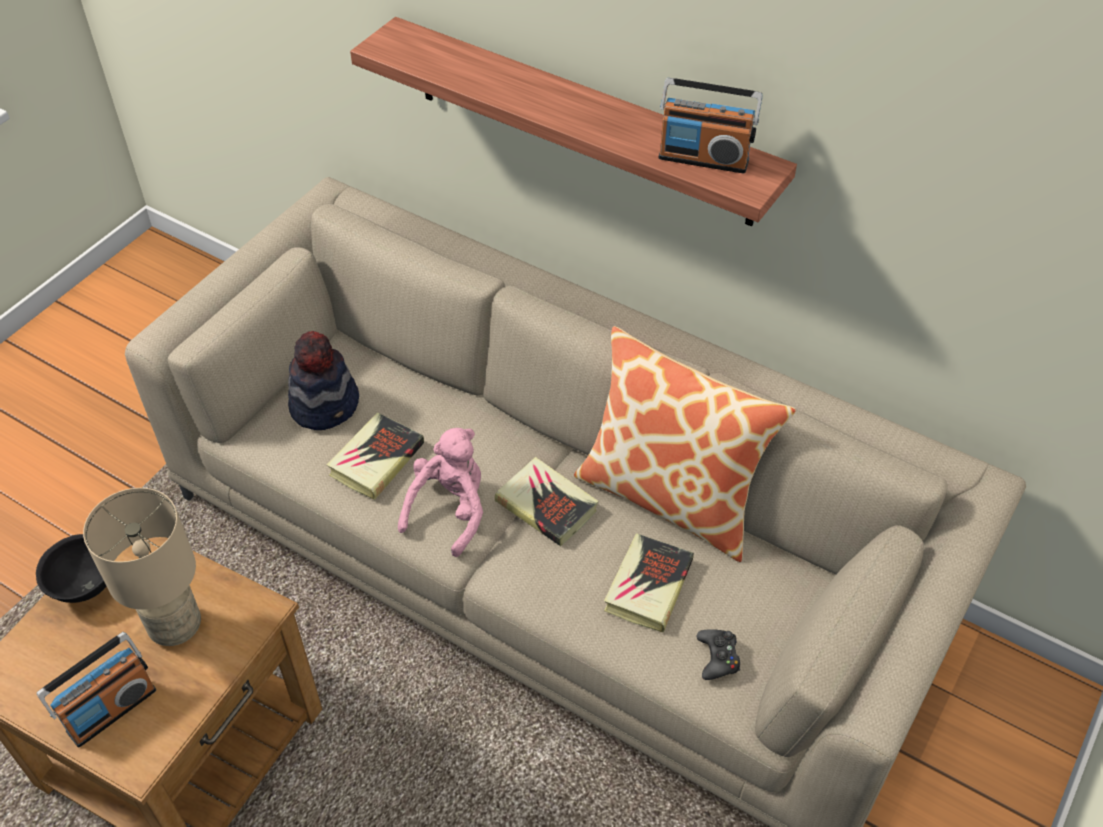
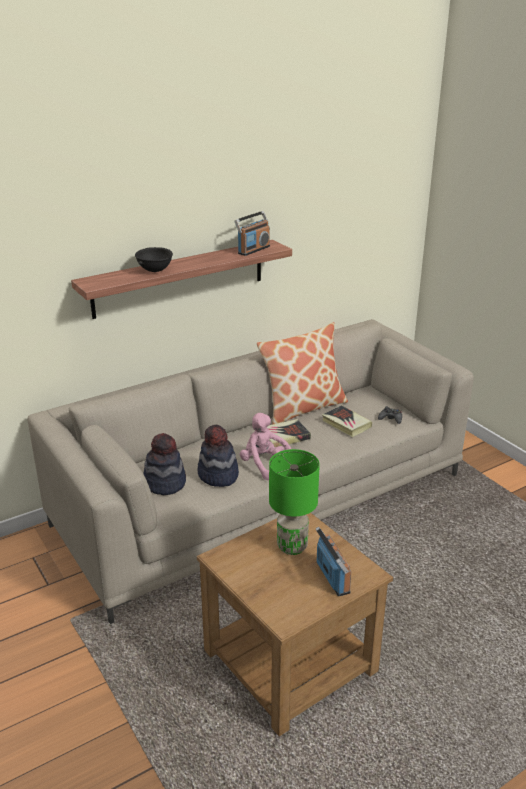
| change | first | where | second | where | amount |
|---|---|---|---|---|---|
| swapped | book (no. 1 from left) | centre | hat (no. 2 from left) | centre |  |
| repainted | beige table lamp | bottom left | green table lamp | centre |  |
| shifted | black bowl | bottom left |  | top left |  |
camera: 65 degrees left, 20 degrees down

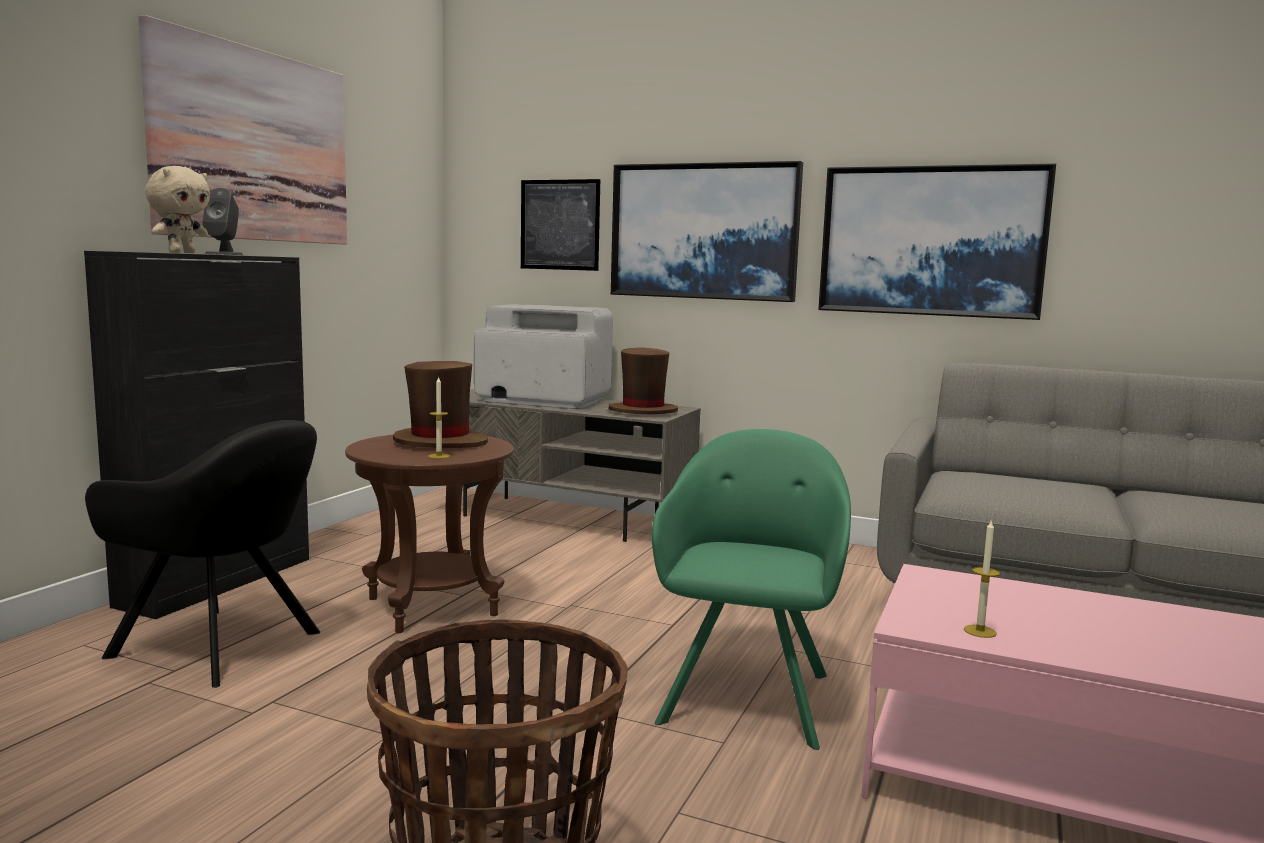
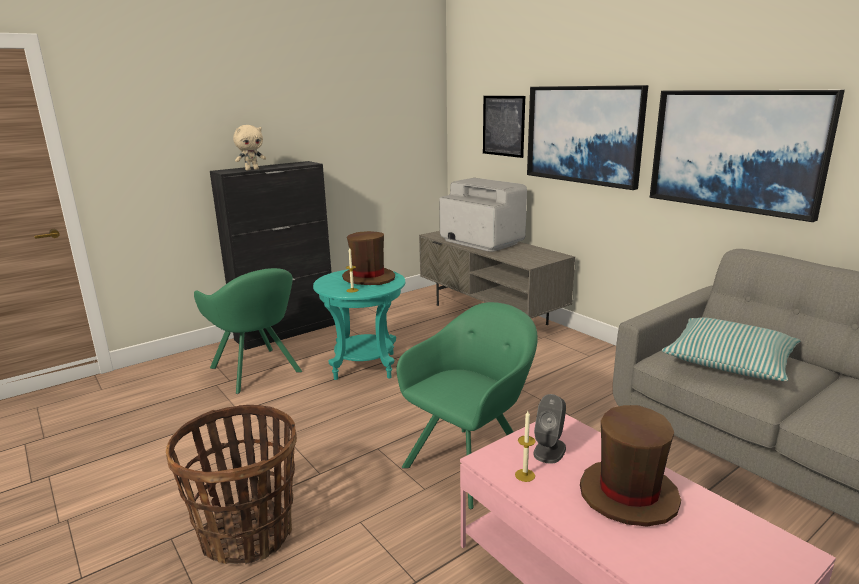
| change | first | where | second | where | amount |
|---|---|---|---|---|---|
| gone | picture (no. 1 from left) | top left |  |  |  |
| shifted | grey speaker | top left |  | bottom centre |  |
| shifted | brown hat (no. 2 from left) | centre |  | bottom right |  |
| repainted | black armchair | middle left | green armchair (no. 1 from left) | middle left |  |
| repainted | brown side table | centre | turquoise side table | centre |  |
| new |  |  | pillow | middle right |  |
camera: 30 degrees right, 10 degrees up

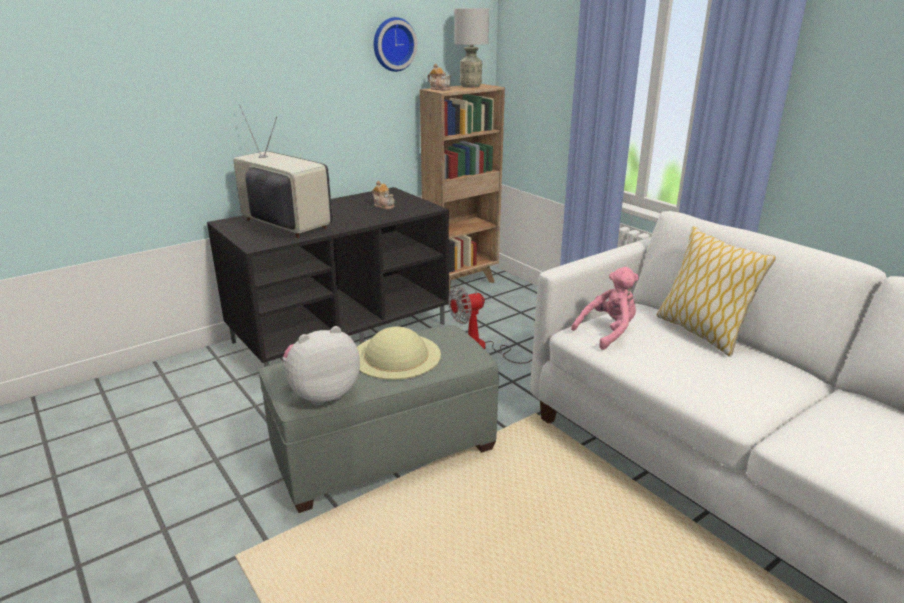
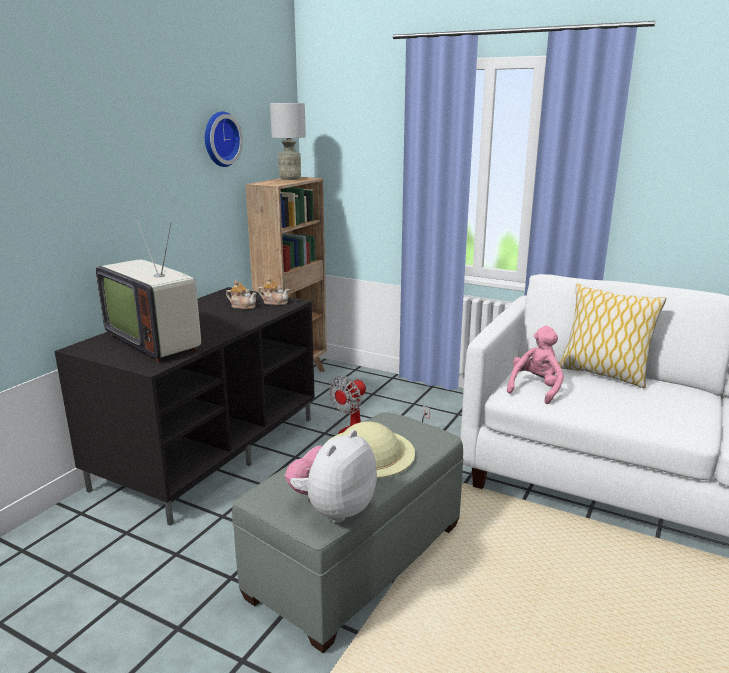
| change | first | where | second | where | amount |
|---|---|---|---|---|---|
| shifted | teapot (no. 2 from left) | top centre |  | centre |  |
| rotated | television | top left |  | middle left | 150 degrees counterclockwise |
camera: 25 degrees left, 5 degrees down

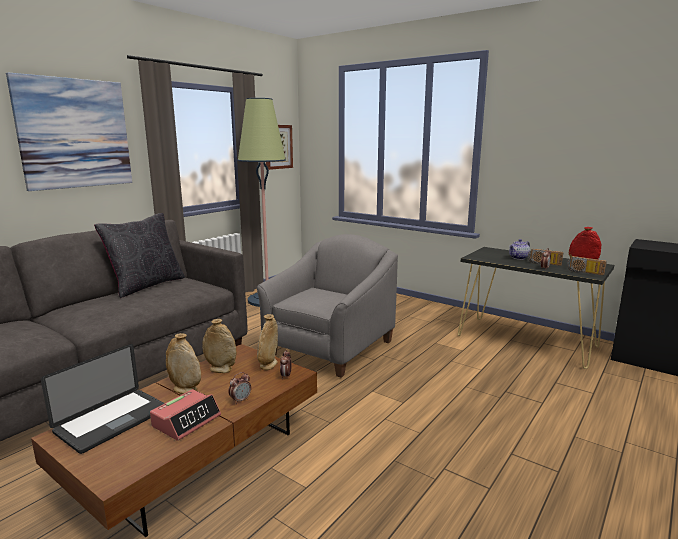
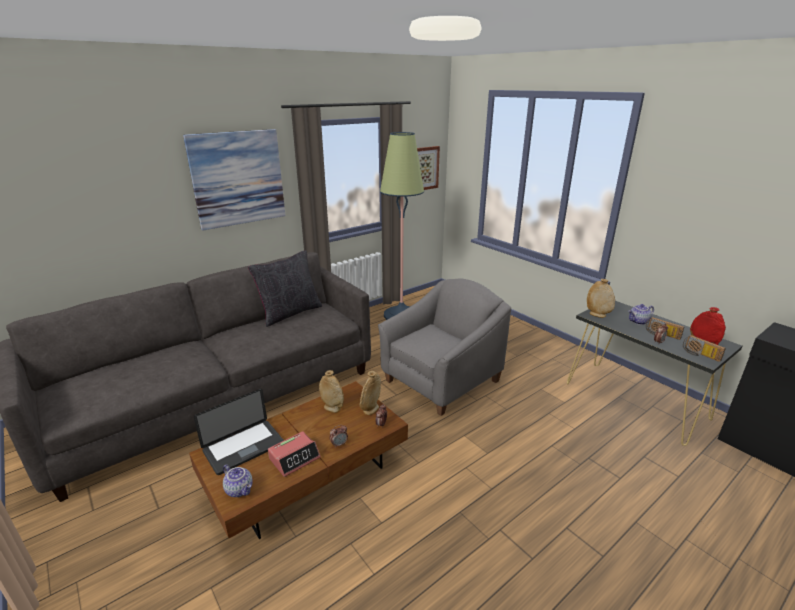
| change | first | where | second | where | amount |
|---|---|---|---|---|---|
| shifted | beige vase (no. 1 from left in the first image) | bottom left | beige vase (no. 3 from left) | middle right |  |
| new |  |  | teapot (no. 1 from left) | bottom left |  |
camera: 15 degrees right, 10 degrees up

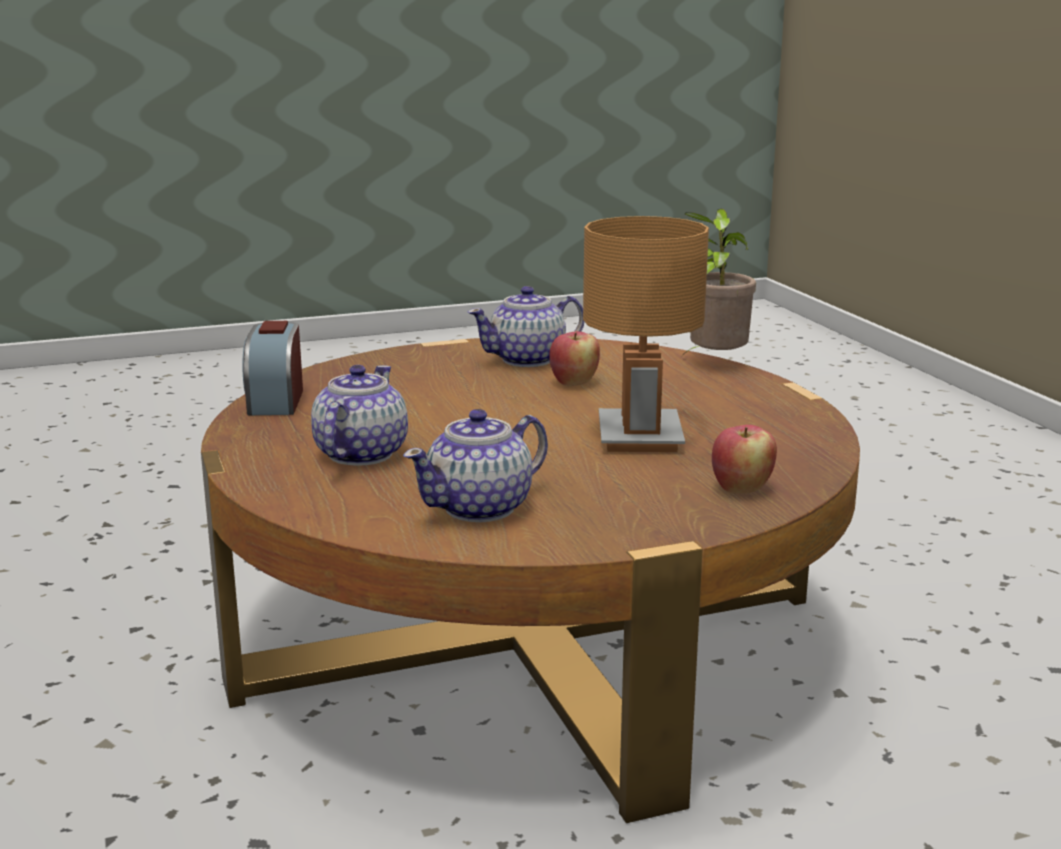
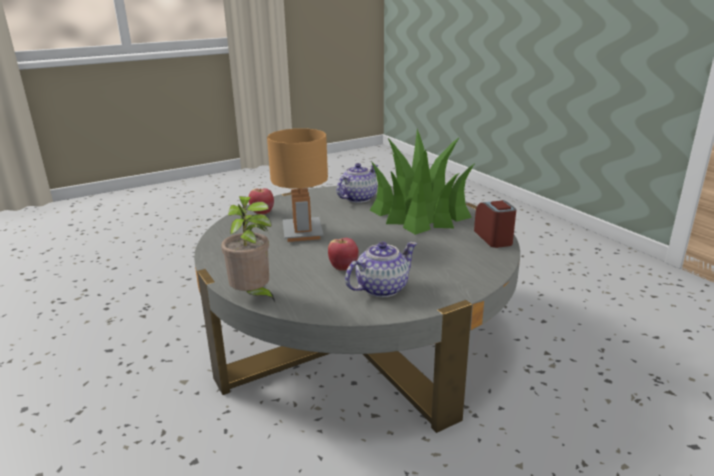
| change | first | where | second | where | amount |
|---|---|---|---|---|---|
| repainted | brown coffee table | bottom centre | grey coffee table | centre |  |
| swapped | teapot (no. 1 from left) | centre | potted plant (no. 2 from left) | centre |  |
camera: 170 degrees right, 5 degrees up

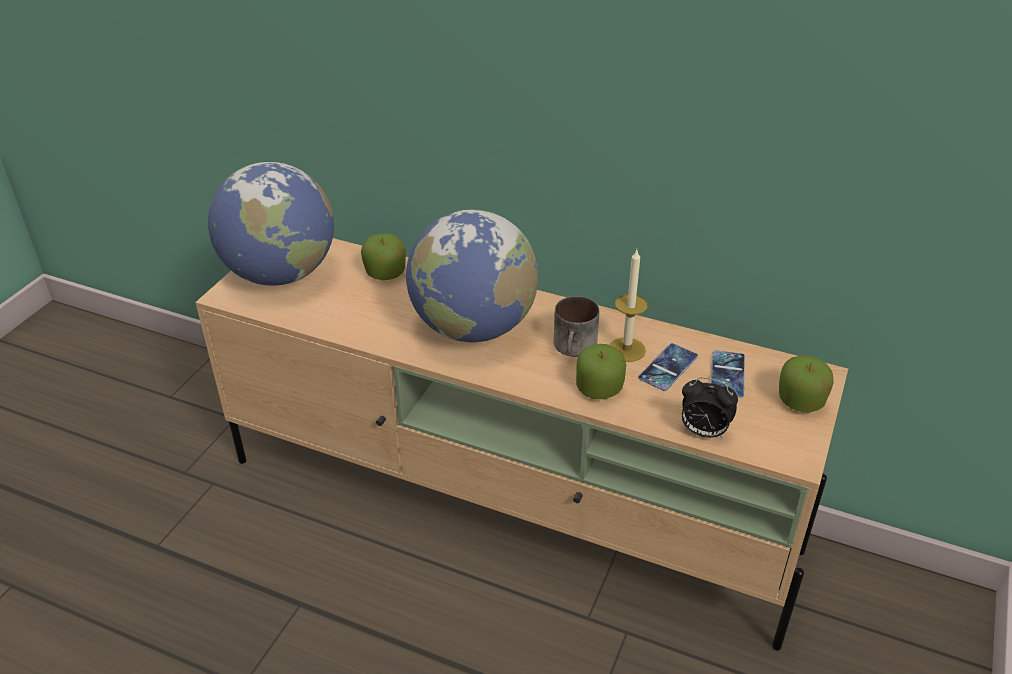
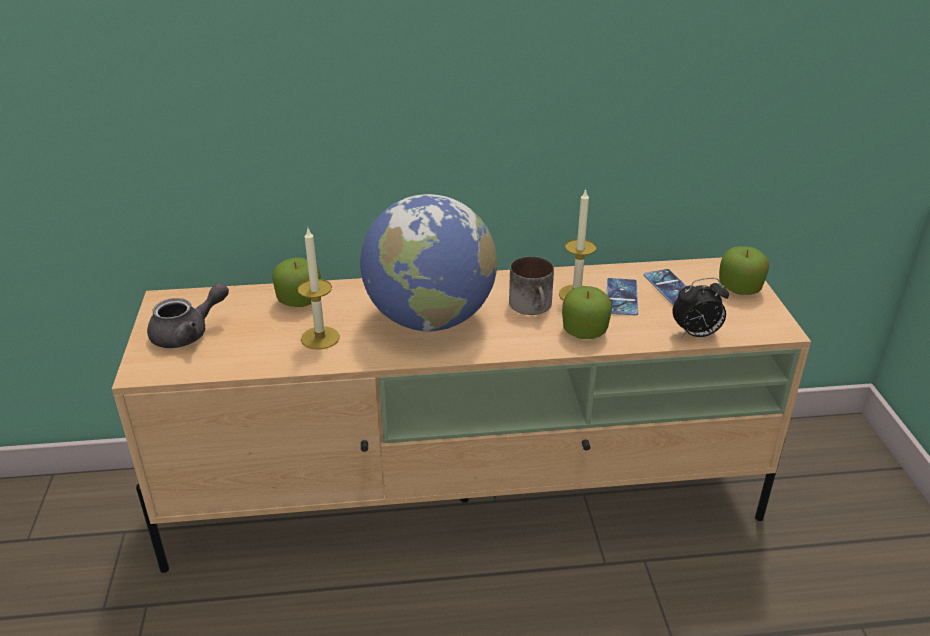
| change | first | where | second | where | amount |
|---|---|---|---|---|---|
| swapped | globe (no. 1 from left) | top left | grey teapot | middle left |  |
| new |  |  | candle (no. 1 from left) | centre |  |
camera: 30 degrees left, 5 degrees down

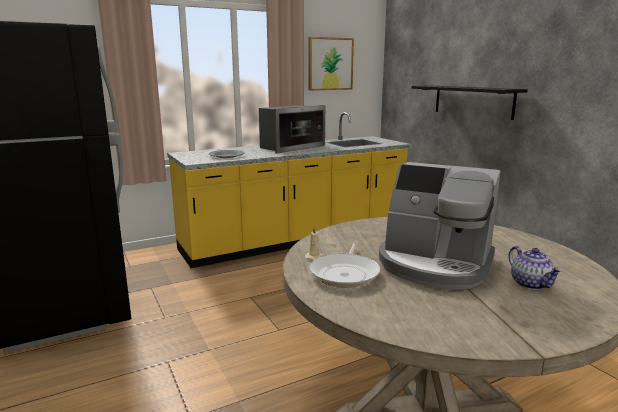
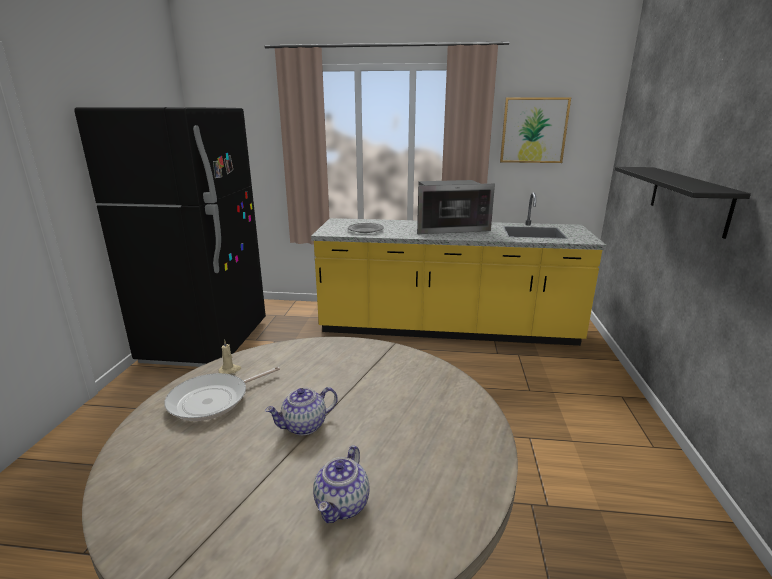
| change | first | where | second | where | amount |
|---|---|---|---|---|---|
| swapped | coffee machine | middle right | teapot (no. 1 from left) | bottom centre |  |
camera: 35 degrees right, 5 degrees up

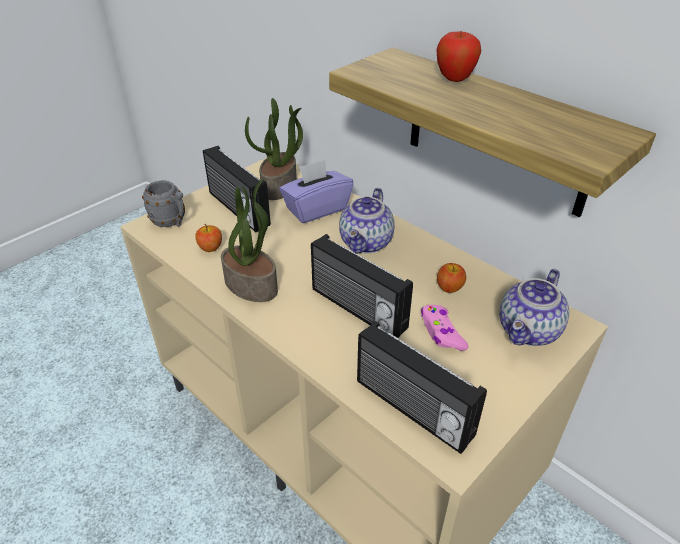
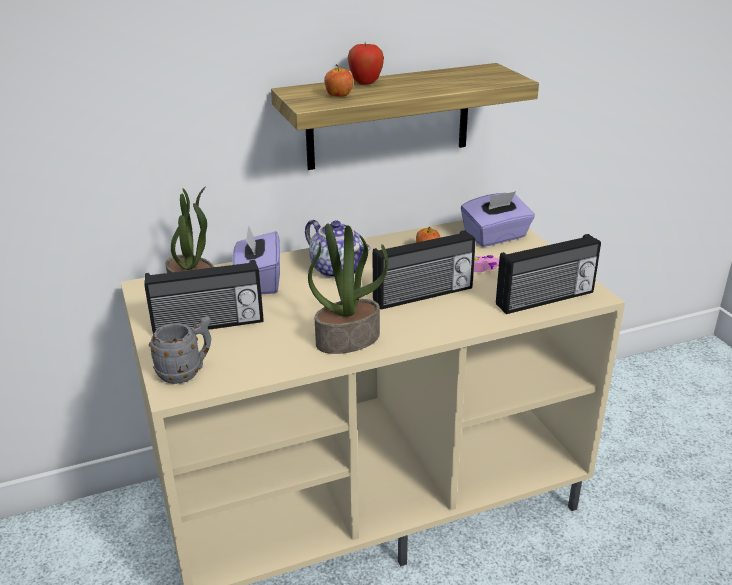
| change | first | where | second | where | amount |
|---|---|---|---|---|---|
| shifted | apple (no. 1 from left) | middle left |  | top centre |  |
| swapped | teapot (no. 2 from left) | middle right | purple tissue box (no. 2 from left) | middle right |  |
camera: 65 degrees left, 10 degrees down

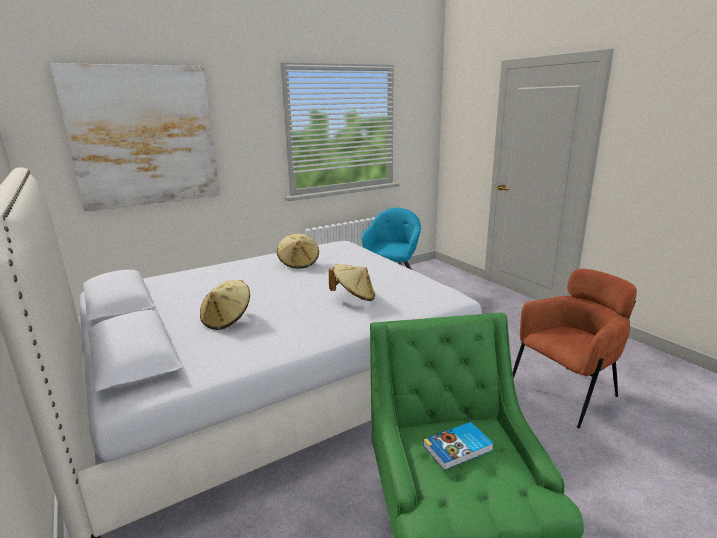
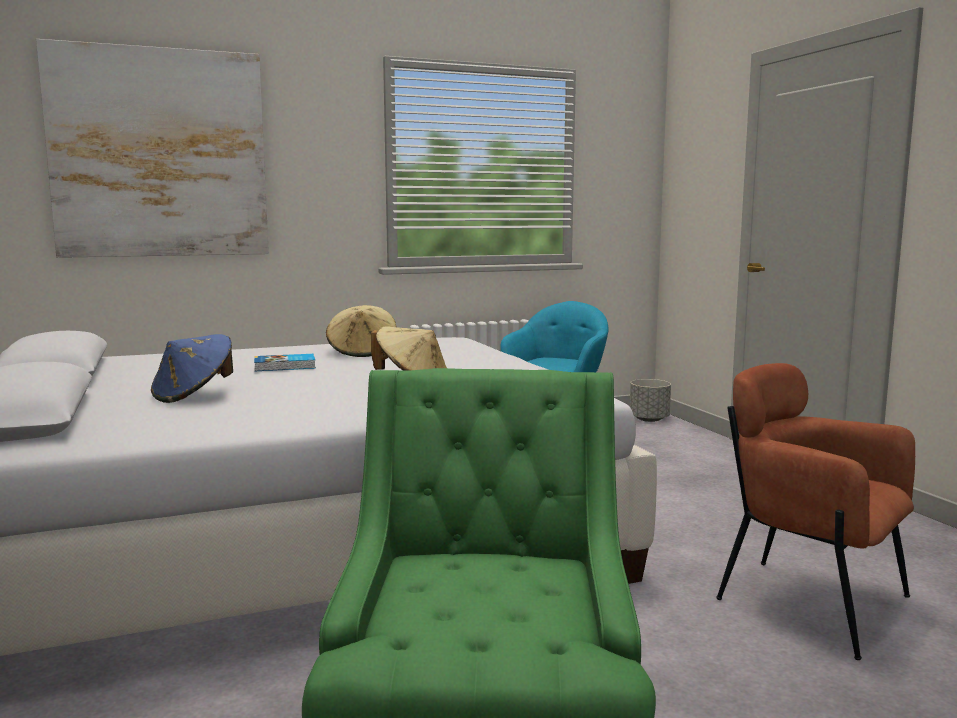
| change | first | where | second | where | amount |
|---|---|---|---|---|---|
| rotated | brown armchair | middle right |  | bottom right | 120 degrees counterclockwise |
| repainted | beige hat (no. 1 from left) | middle left | blue hat | middle left |  |
| shifted | book | bottom centre |  | middle left |  |
| new |  |  | grey planter | middle right |  |
camera: 10 degrees right, 10 degrees down

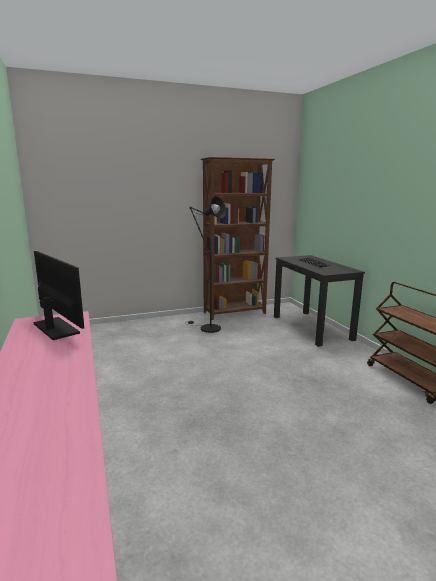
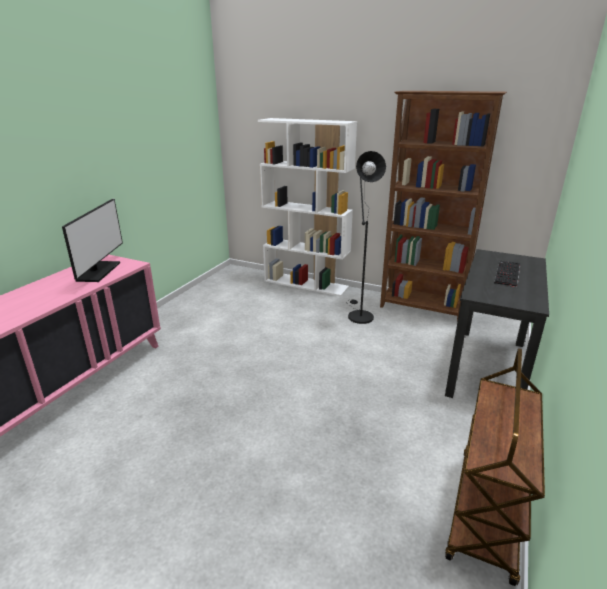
| change | first | where | second | where | amount |
|---|---|---|---|---|---|
| new |  |  | white bookcase | centre |  |
camera: 45 degrees right, 10 degrees up

